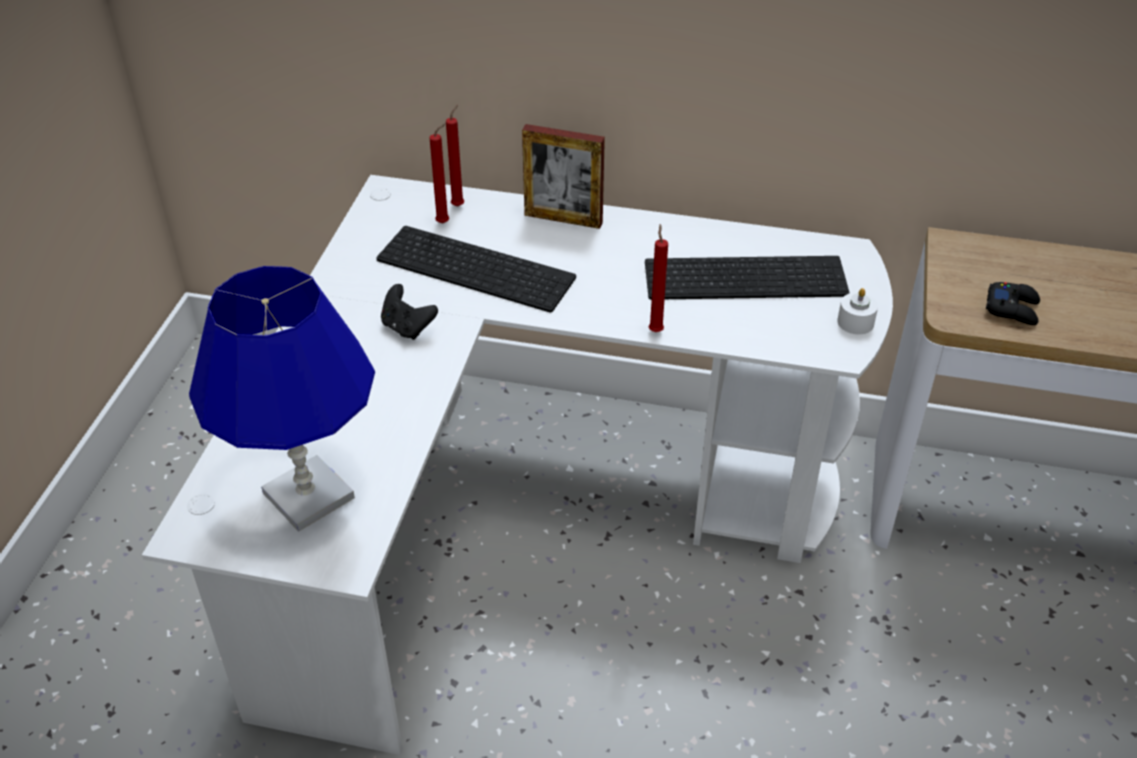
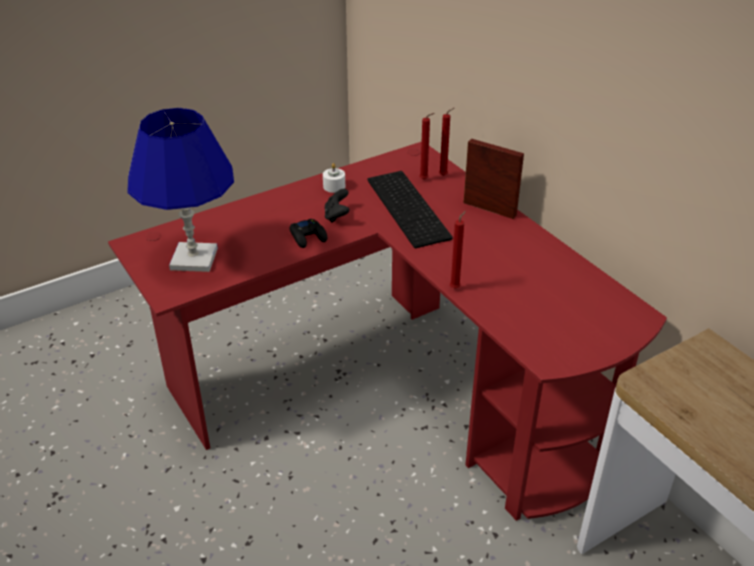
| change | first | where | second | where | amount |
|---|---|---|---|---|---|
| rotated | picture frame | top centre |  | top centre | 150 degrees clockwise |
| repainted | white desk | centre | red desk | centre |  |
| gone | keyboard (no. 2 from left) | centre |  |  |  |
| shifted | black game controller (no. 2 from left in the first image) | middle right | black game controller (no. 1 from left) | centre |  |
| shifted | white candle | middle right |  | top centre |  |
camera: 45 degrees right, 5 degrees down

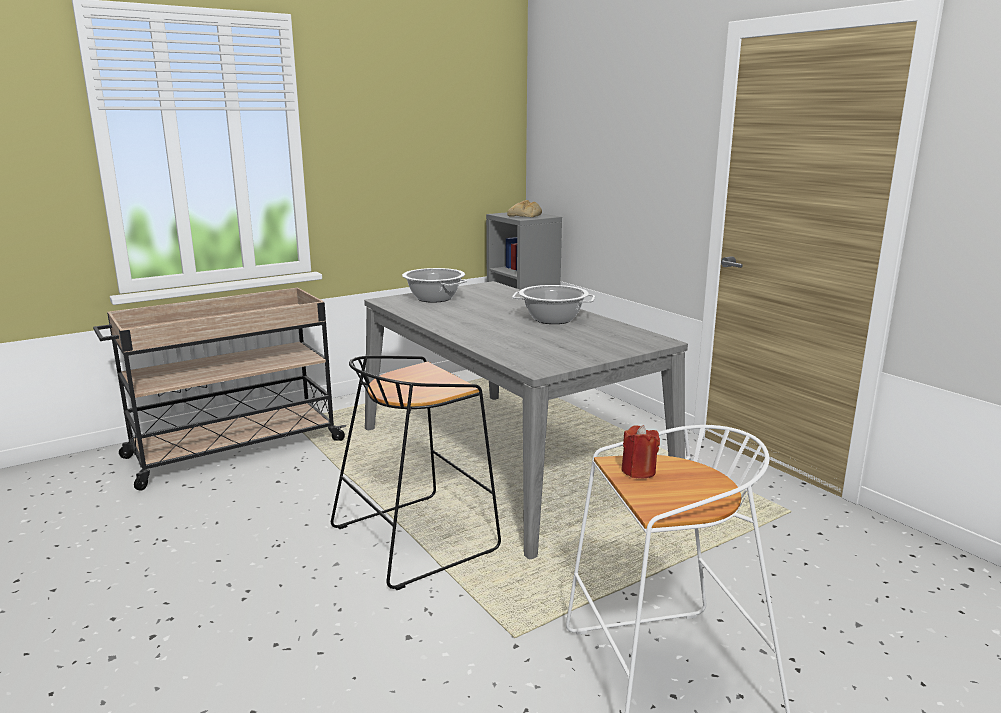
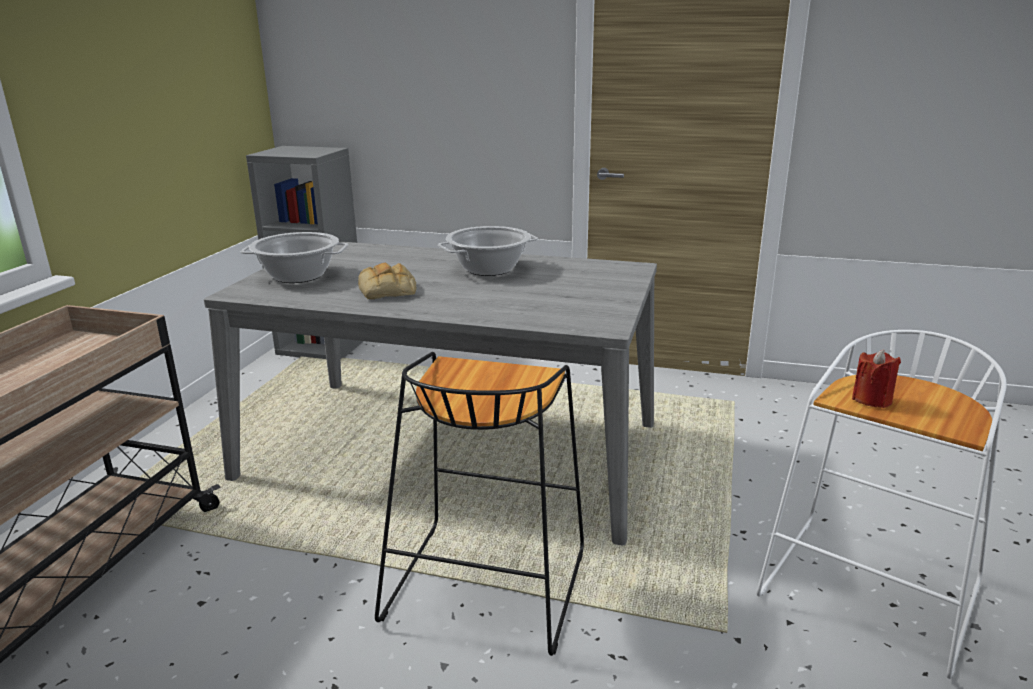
| change | first | where | second | where | amount |
|---|---|---|---|---|---|
| shifted | bread | top centre |  | centre |  |
camera: 40 degrees left, 5 degrees up

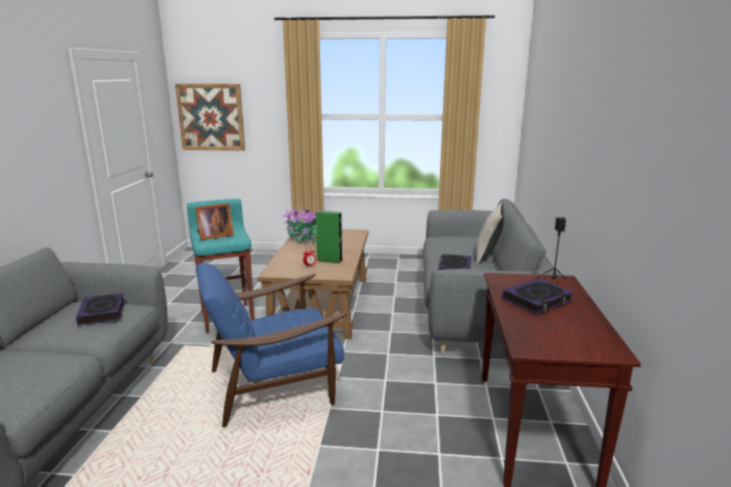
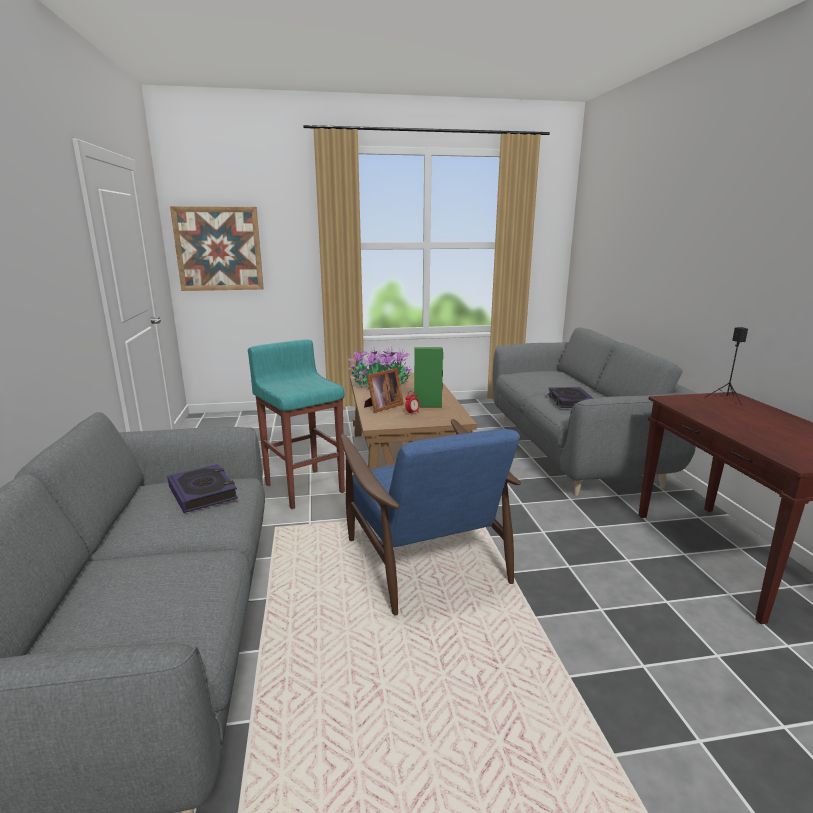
| change | first | where | second | where | amount |
|---|---|---|---|---|---|
| shifted | picture frame | middle left |  | centre |  |
| gone | beige pillow | middle right |  |  |  |
| rotated | blue armchair | bottom centre |  | centre | 75 degrees counterclockwise |
| gone | book (no. 3 from left) | middle right |  |  |  |
camera: 15 degrees left, 0 degrees up

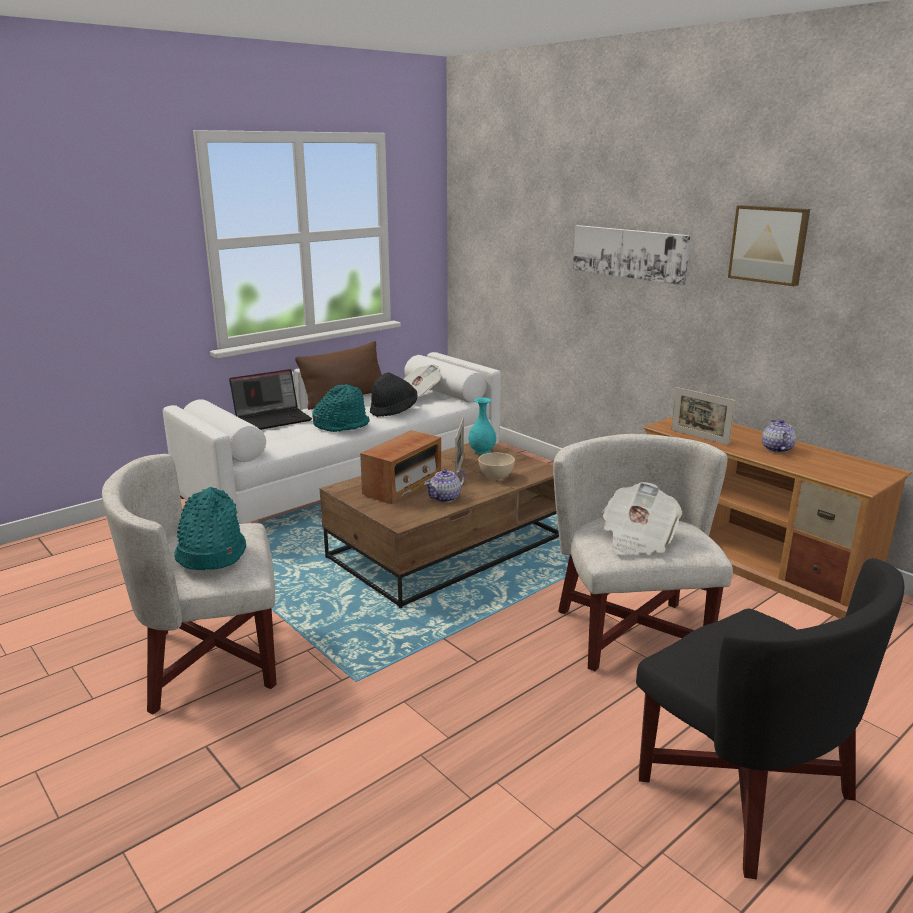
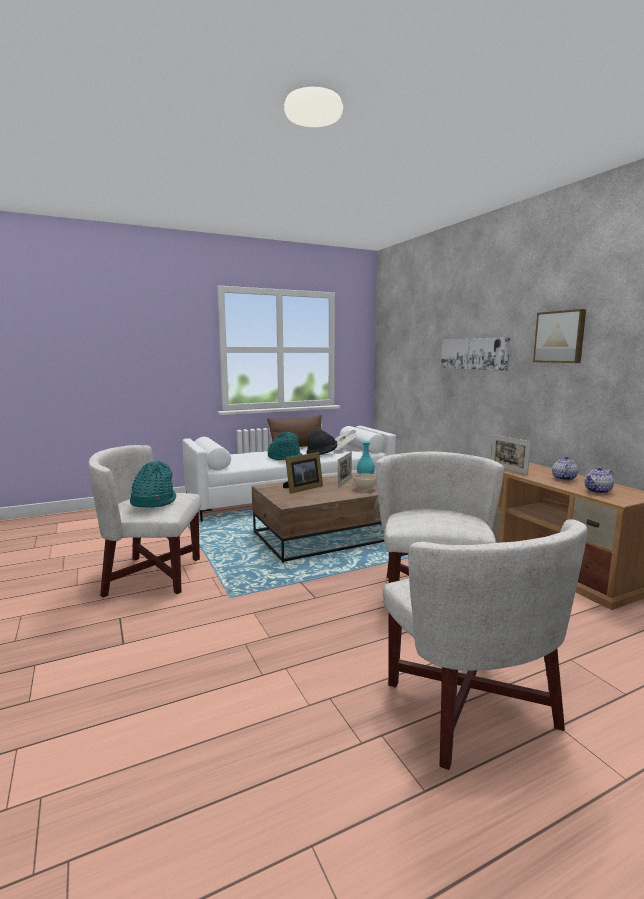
| change | first | where | second | where | amount |
|---|---|---|---|---|---|
| gone | laptop | middle left |  |  |  |
| swapped | radio | centre | picture frame (no. 1 from left) | centre |  |
| shifted | teapot (no. 1 from left in the first image) | centre | teapot (no. 2 from left) | middle right |  |
| gone | newspaper (no. 2 from left) | middle right |  |  |  |
| repainted | black armchair | bottom right | white armchair (no. 3 from left) | bottom right |  |
camera: 15 degrees right, 10 degrees down

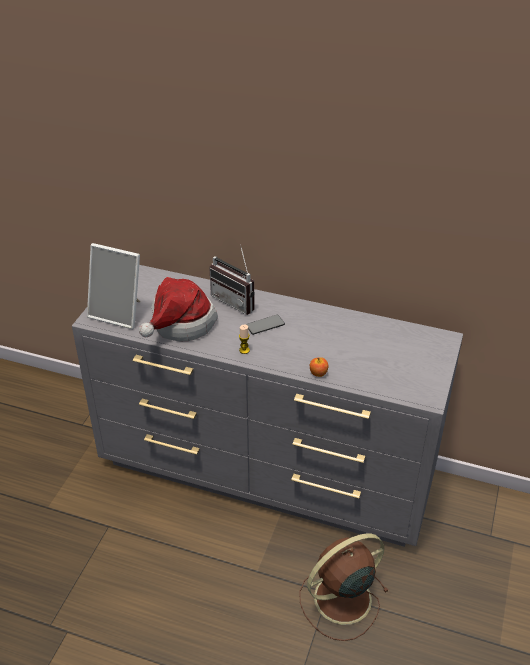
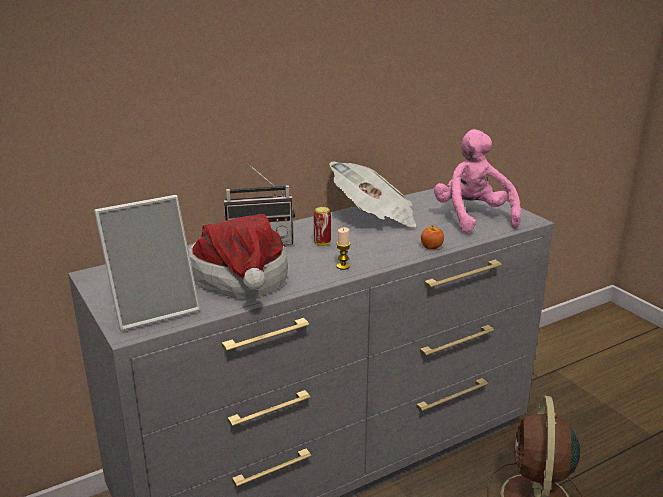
| change | first | where | second | where | amount |
|---|---|---|---|---|---|
| swapped | phone | centre | can | centre |  |
| new |  |  | pink plush toy | middle right |  |
| new |  |  | newspaper | centre |  |
camera: 50 degrees left, 15 degrees down

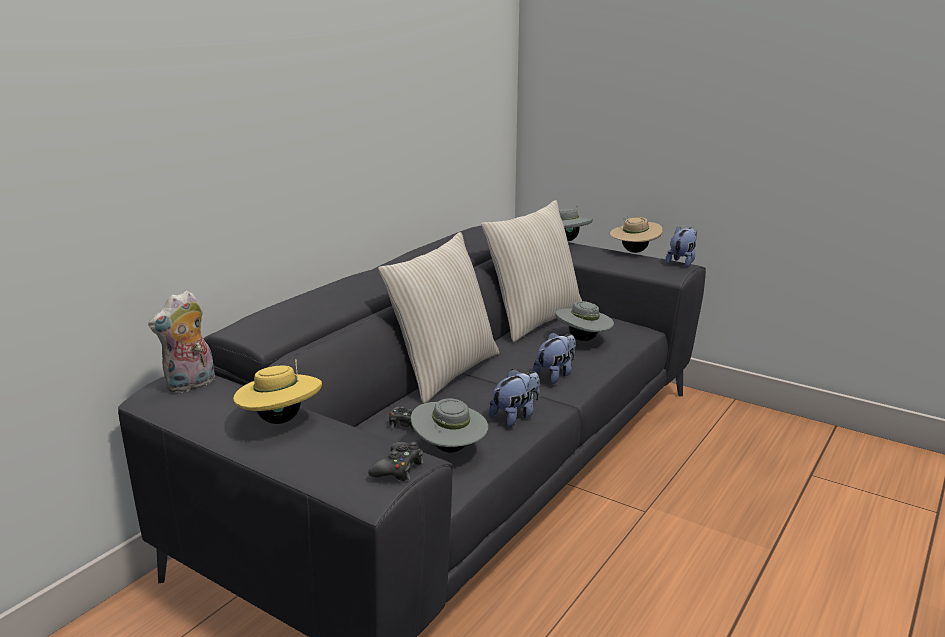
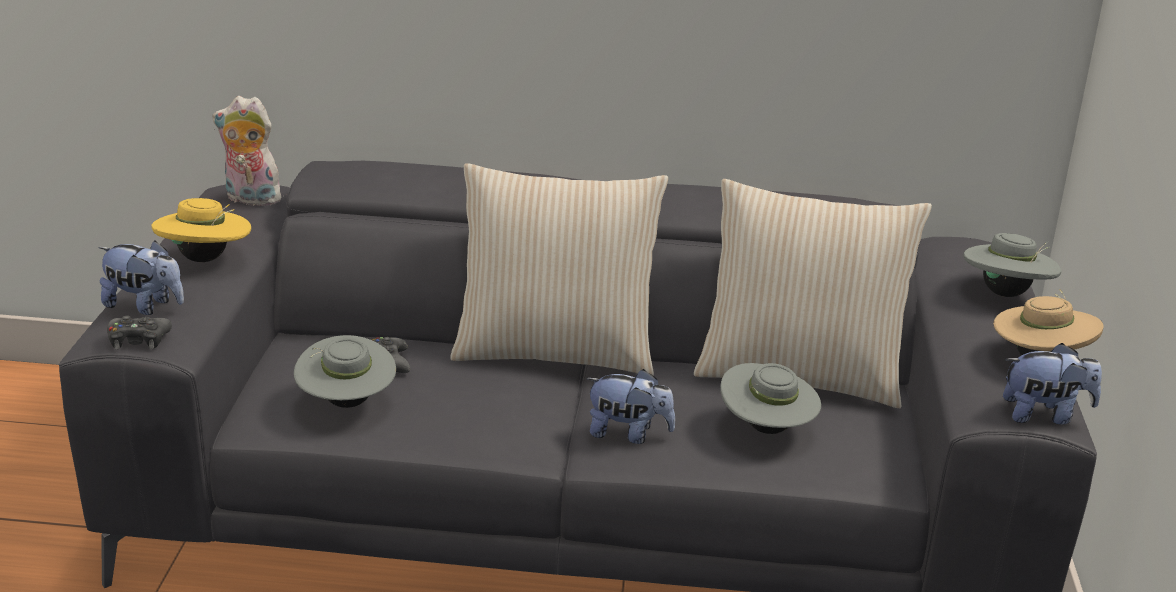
| change | first | where | second | where | amount |
|---|---|---|---|---|---|
| shifted | plush toy (no. 2 from left in the first image) | centre | plush toy (no. 1 from left) | middle left |  |
camera: 60 degrees right, 5 degrees up

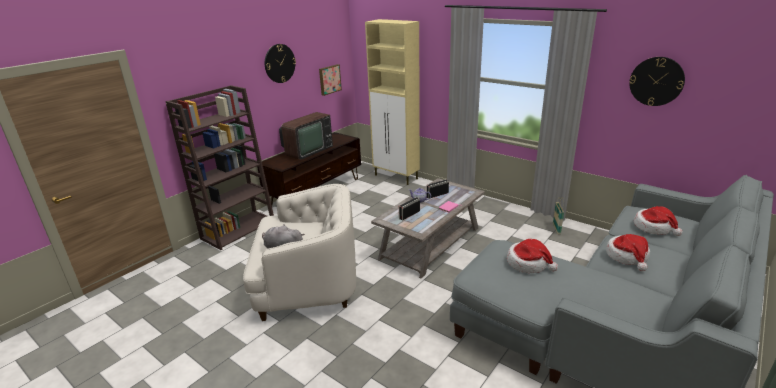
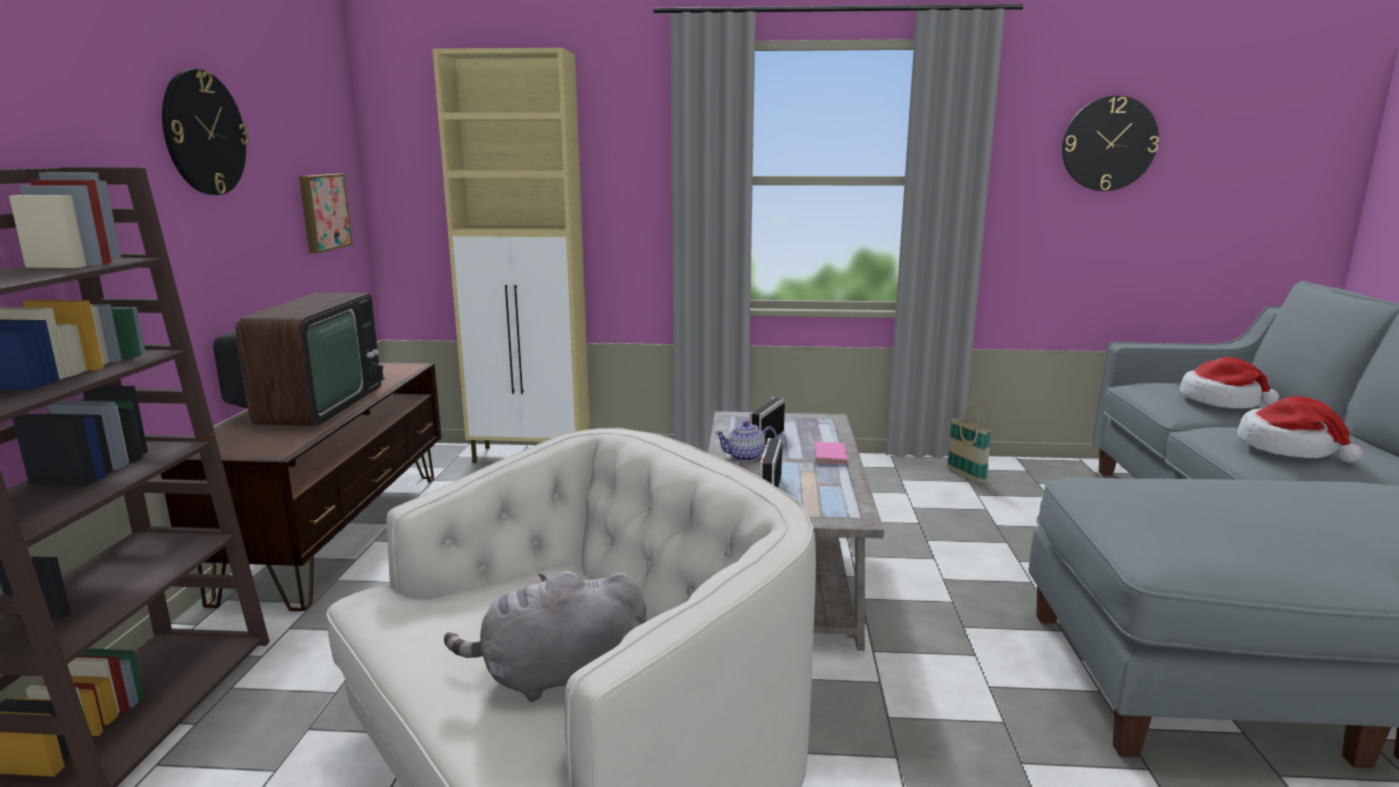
| change | first | where | second | where | amount |
|---|---|---|---|---|---|
| gone | hat (no. 1 from left) | middle right |  |  |  |
camera: 35 degrees left, 10 degrees down

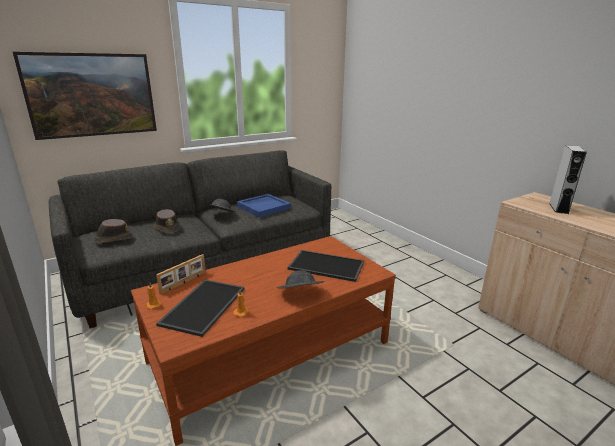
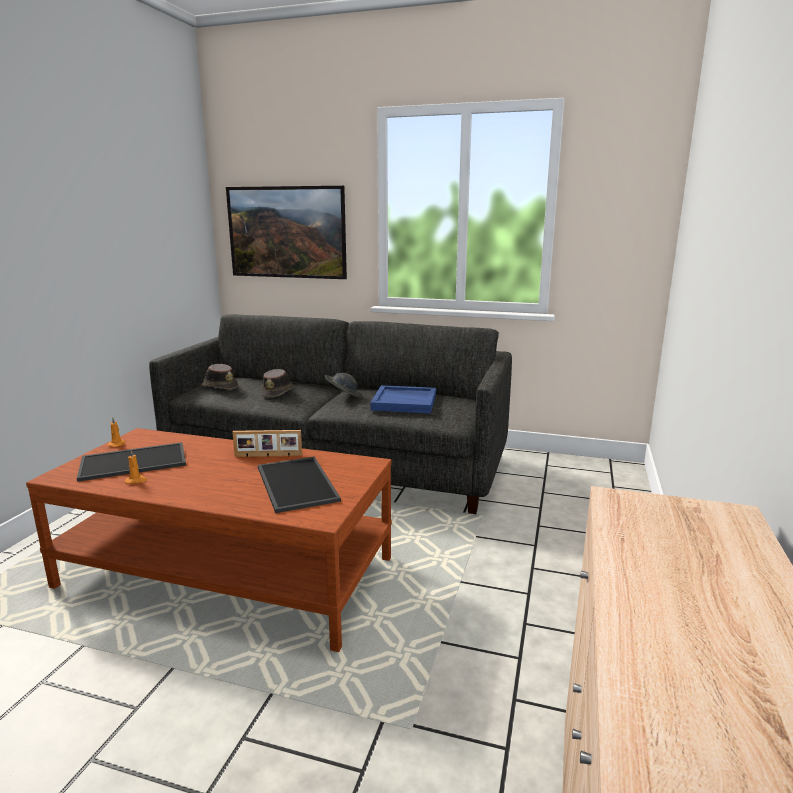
| change | first | where | second | where | amount |
|---|---|---|---|---|---|
| gone | grey speaker | middle right |  |  |  |
| shifted | picture frame | middle left |  | centre |  |
| gone | grey hat (no. 2 from left) | centre |  |  |  |
camera: 50 degrees right, 5 degrees down

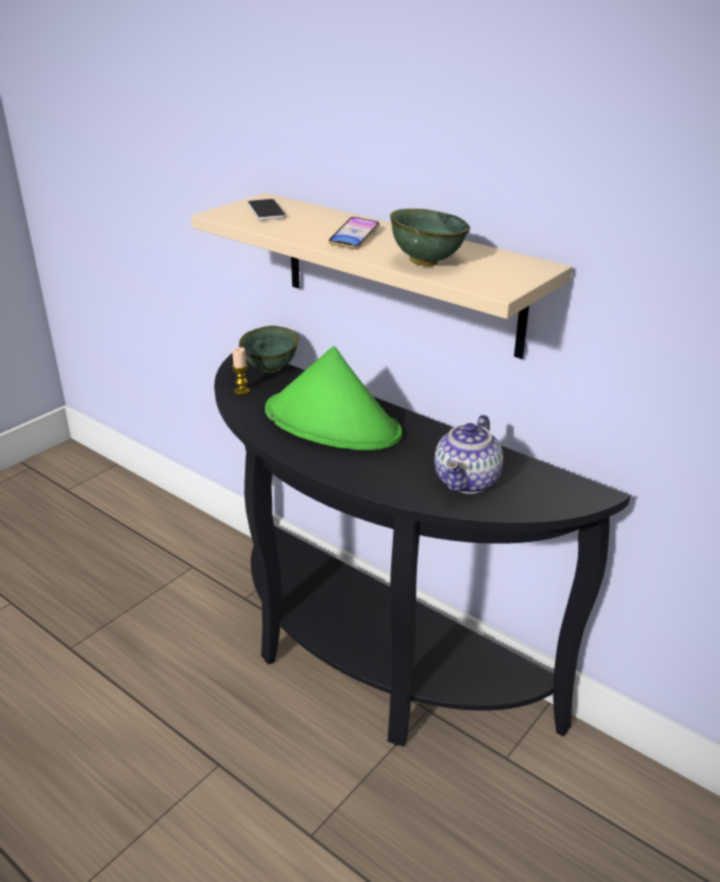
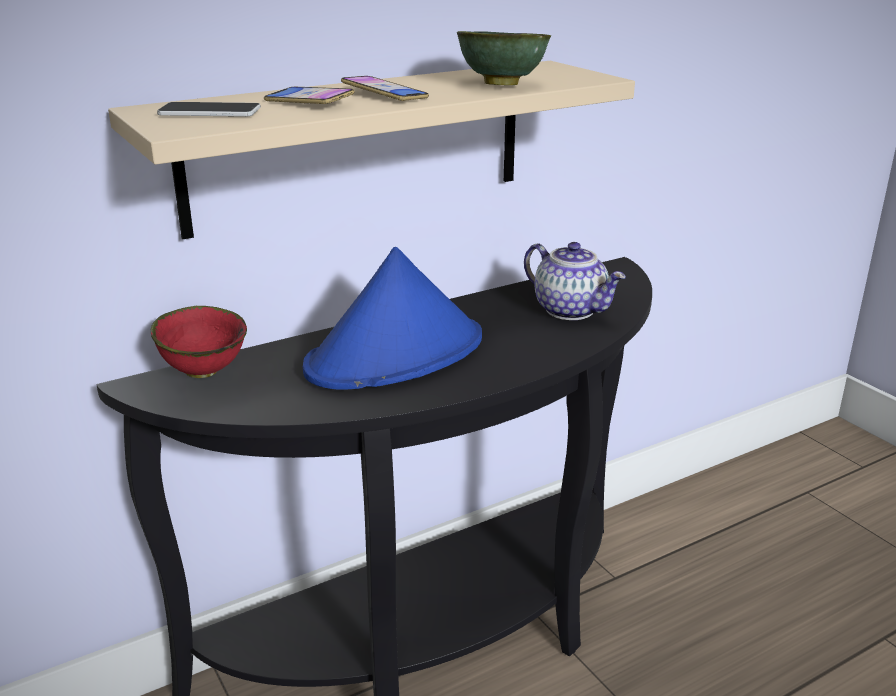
| change | first | where | second | where | amount |
|---|---|---|---|---|---|
| repainted | green bowl (no. 1 from left) | centre | red bowl | middle left |  |
| repainted | green hat | centre | blue hat | centre |  |
| gone | candle | centre |  |  |  |
| new |  |  | phone (no. 2 from left) | top centre |  |
camera: 70 degrees left, 5 degrees down

